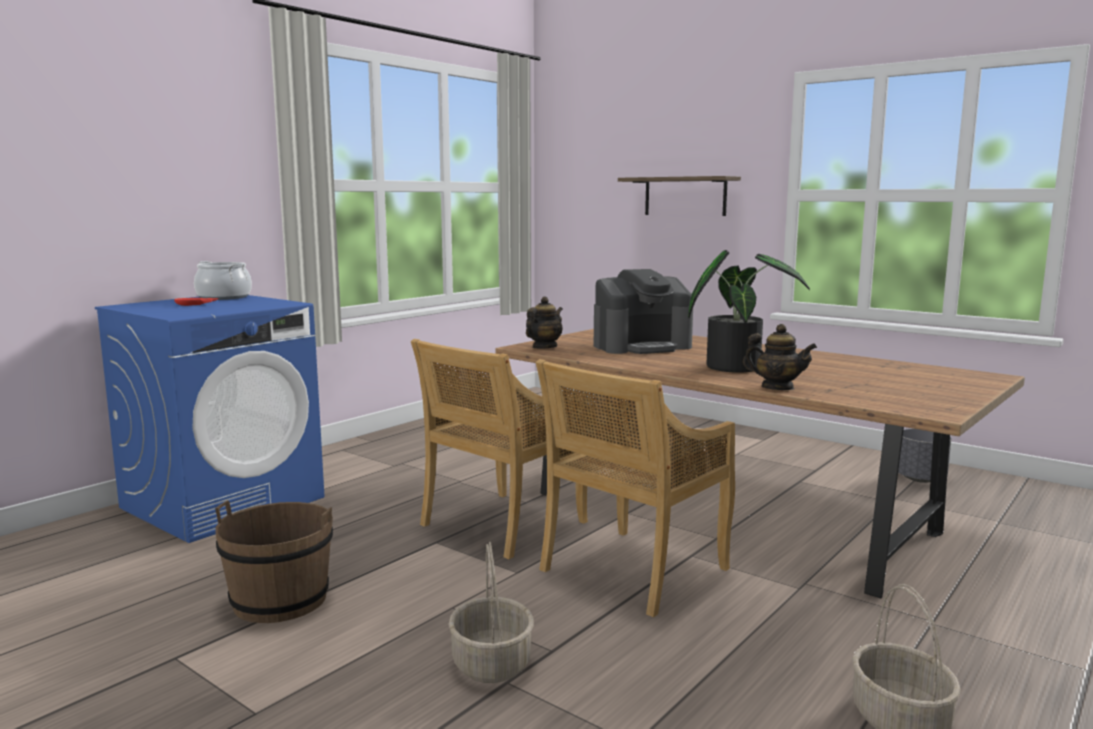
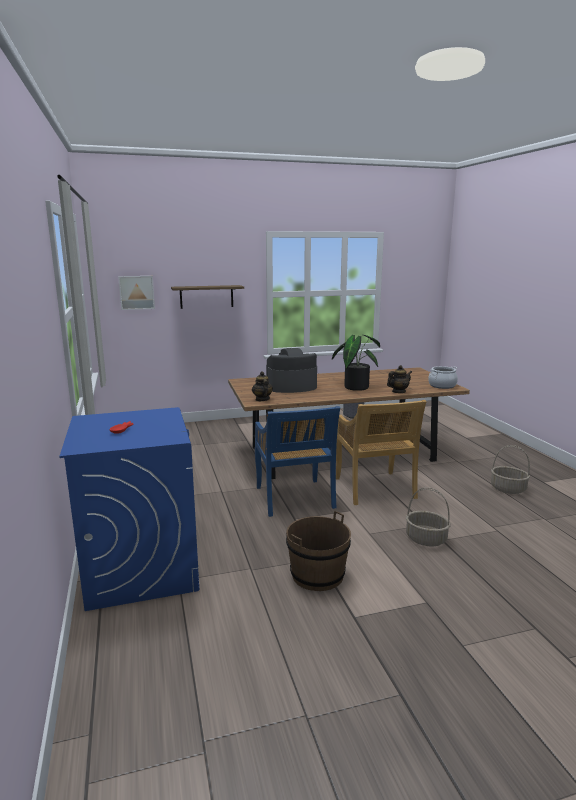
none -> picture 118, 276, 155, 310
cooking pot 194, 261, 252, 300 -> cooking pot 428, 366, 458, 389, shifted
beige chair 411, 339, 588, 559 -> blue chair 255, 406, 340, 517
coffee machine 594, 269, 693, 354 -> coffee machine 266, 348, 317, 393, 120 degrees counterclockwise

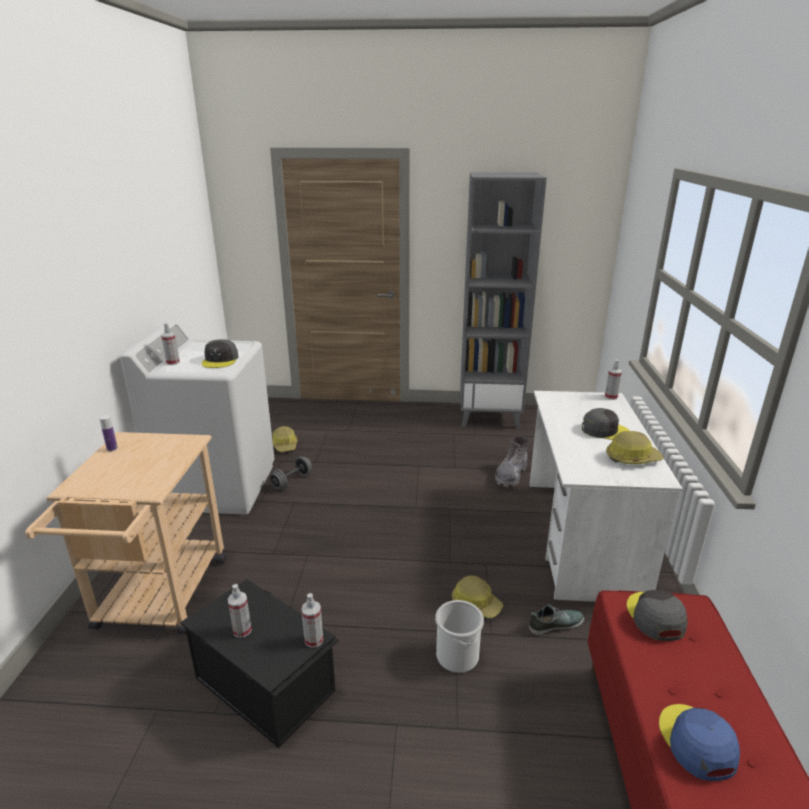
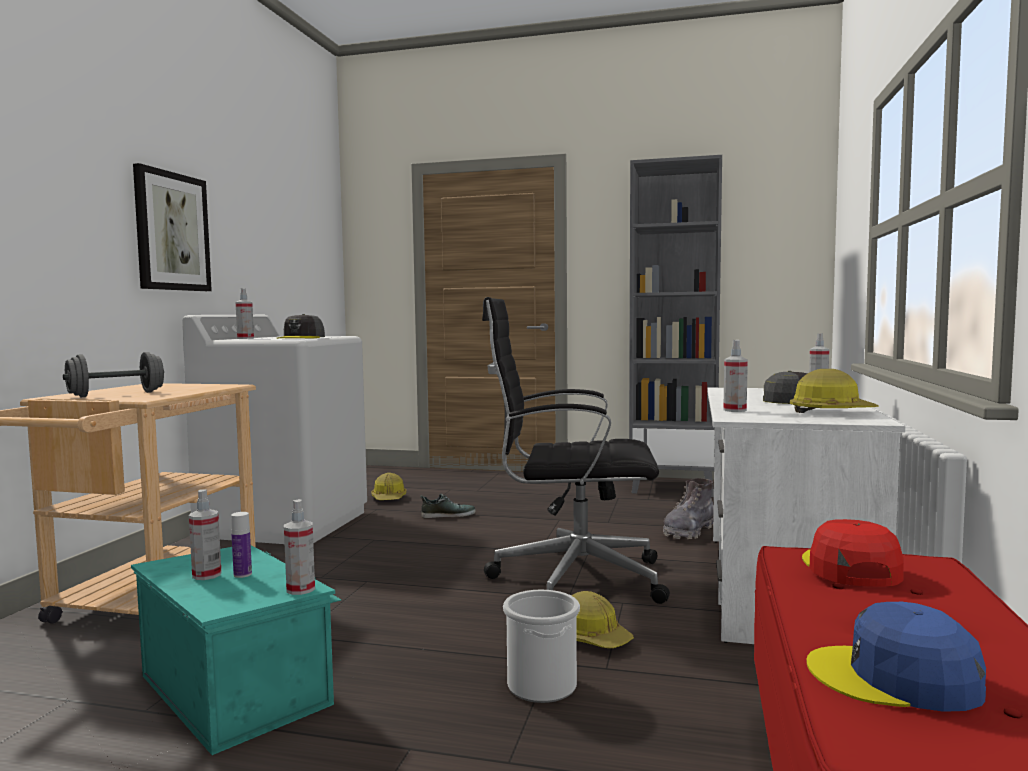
none -> picture 133, 163, 212, 291
none -> black office chair 482, 297, 670, 604
none -> spray bottle 723, 340, 748, 412
bottle 99, 415, 118, 452 -> bottle 231, 512, 252, 578, shifted
grey dumbbell 270, 456, 312, 489 -> grey dumbbell 63, 352, 164, 397, shifted
shoe 529, 604, 584, 635 -> shoe 420, 494, 476, 518, shifted
black storage box 180, 579, 339, 748 -> turquoise storage box 131, 545, 342, 755
grey cap 627, 590, 688, 641 -> red cap 802, 519, 904, 587
blue cap 659, 704, 740, 781 -> blue cap 806, 602, 986, 712, 75 degrees counterclockwise

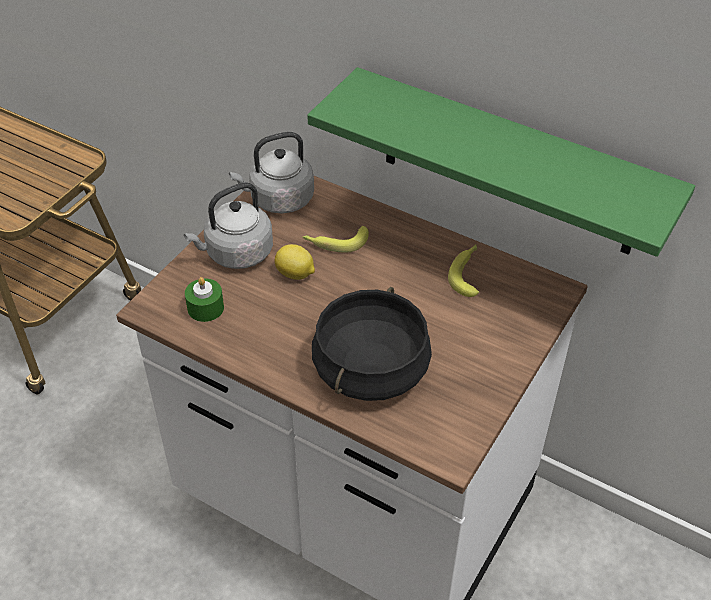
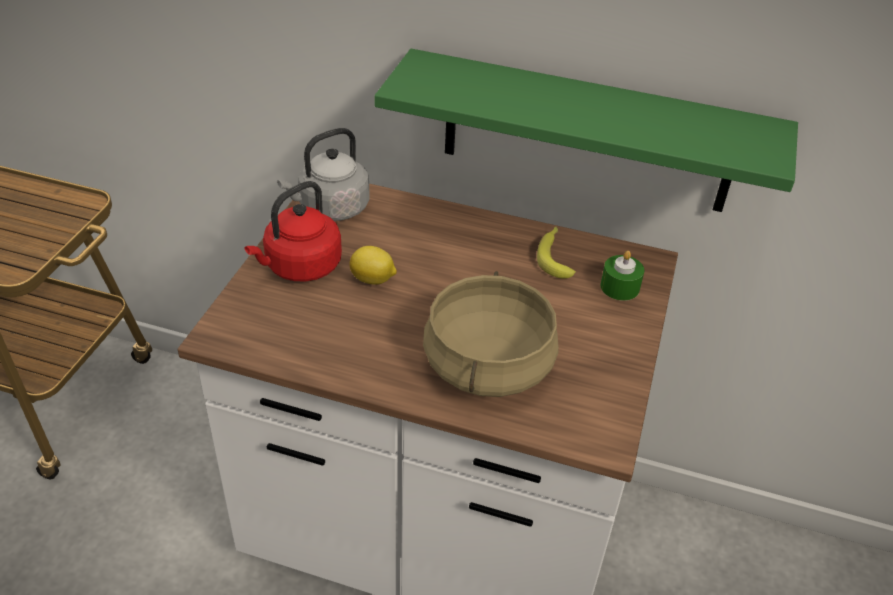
banana 303, 226, 369, 253 -> none
green candle 185, 277, 224, 322 -> green candle 600, 251, 644, 301, shifted
grey kettle 184, 182, 273, 269 -> red kettle 245, 181, 342, 282
black cooking pot 312, 287, 432, 401 -> beige cooking pot 423, 271, 559, 397

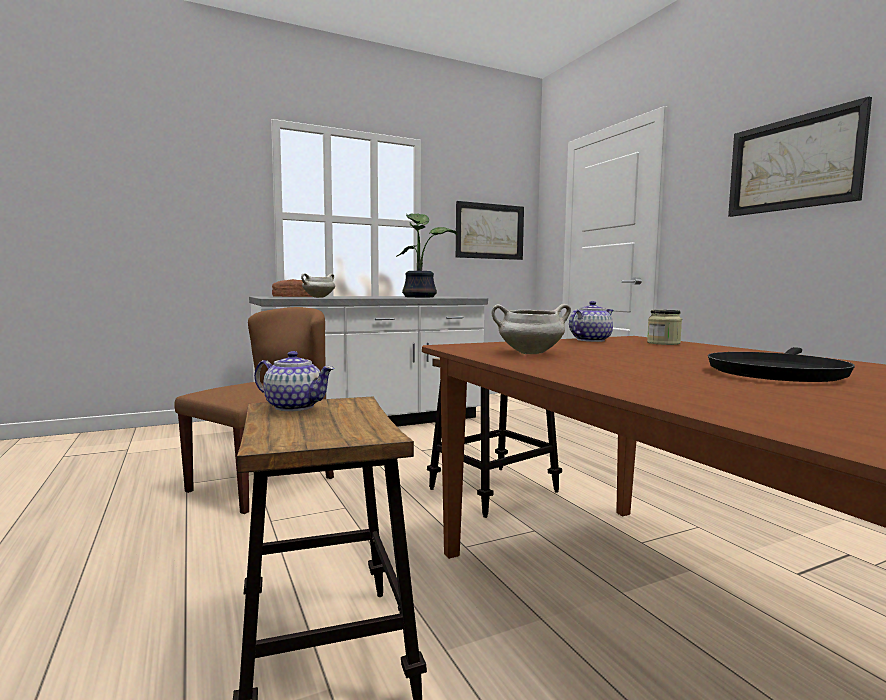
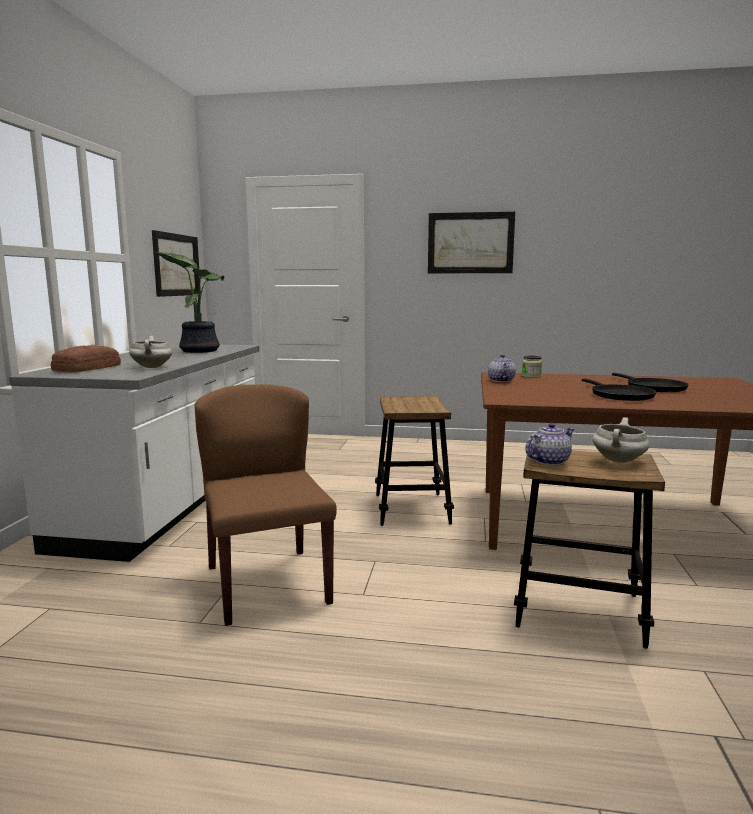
none -> black frying pan 581, 378, 656, 401
white cooking pot 492, 304, 571, 354 -> white cooking pot 592, 417, 649, 463, shifted

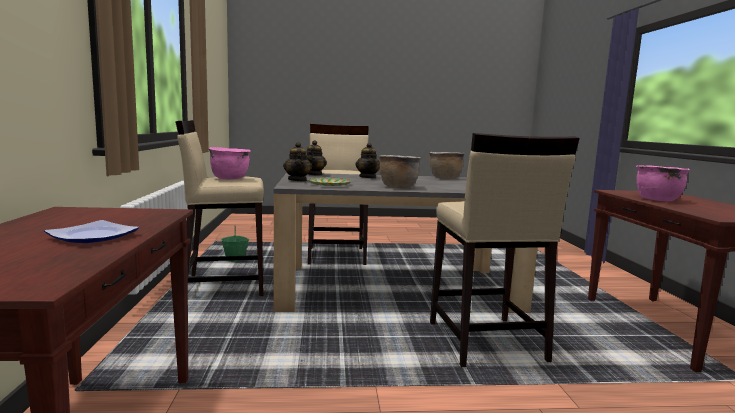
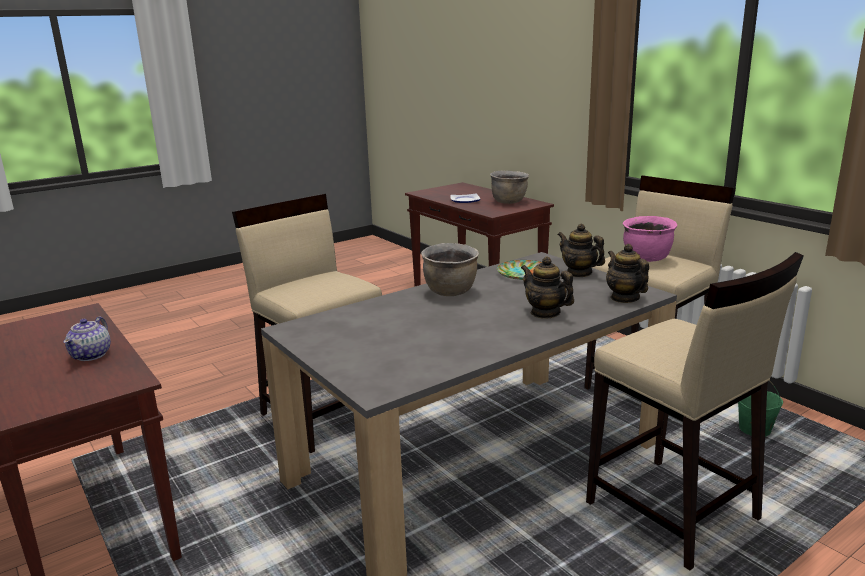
brown cooking pot 429, 152, 465, 179 -> brown cooking pot 490, 171, 529, 204, shifted
pink cooking pot 636, 165, 690, 201 -> teapot 63, 316, 111, 361

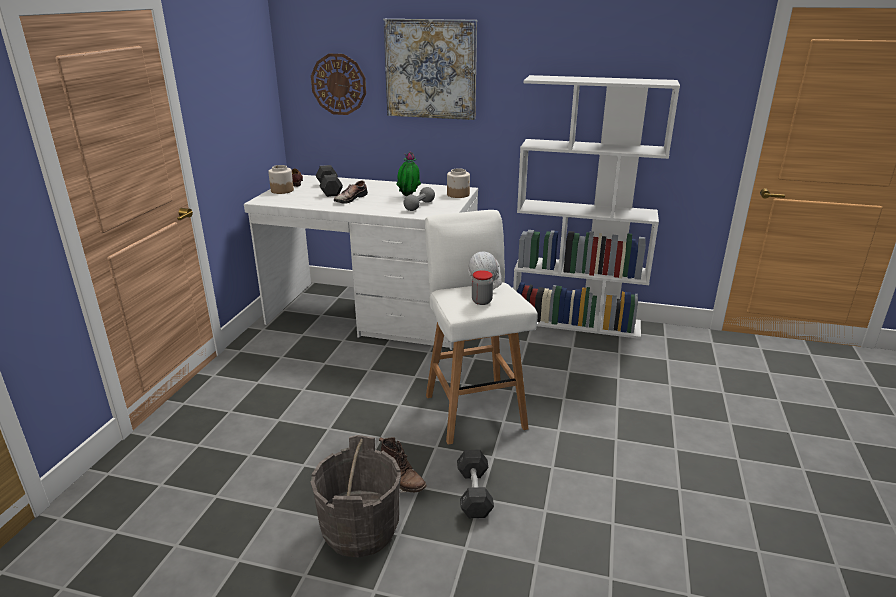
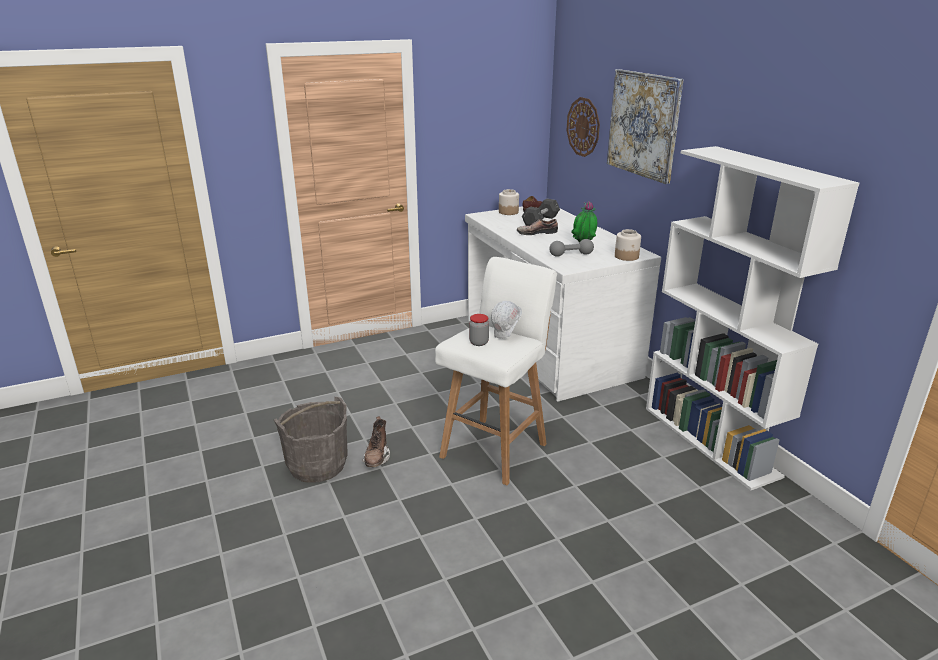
grey dumbbell 457, 450, 494, 518 -> none

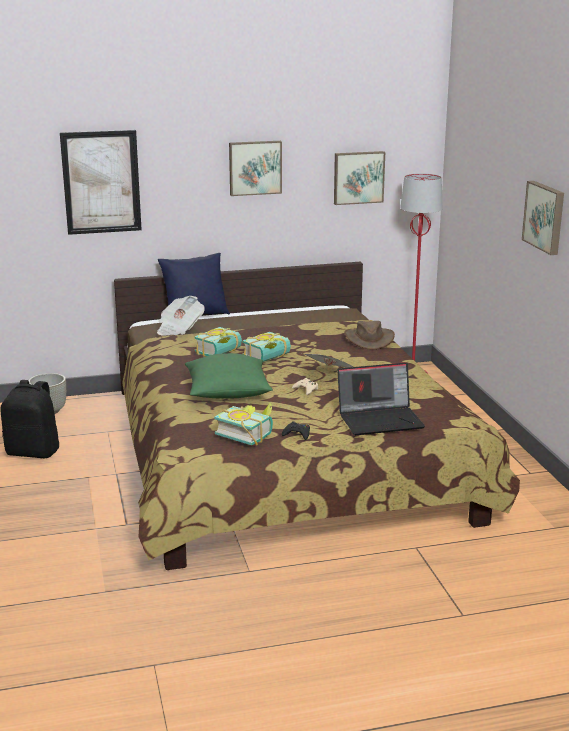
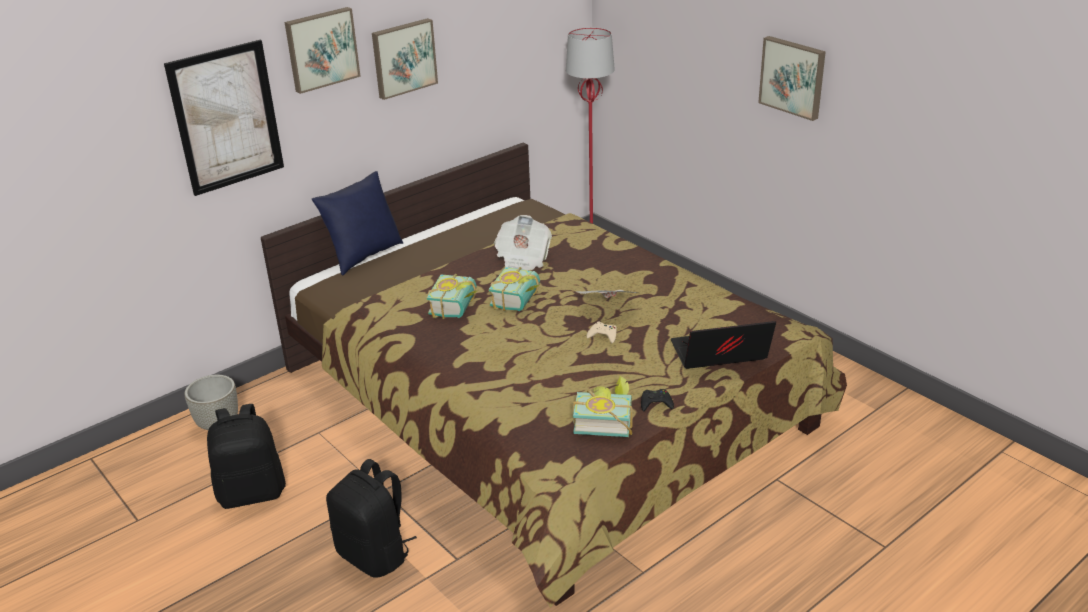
green pillow 185, 353, 273, 399 -> none
brown hat 344, 321, 395, 350 -> none
none -> black backpack 326, 459, 417, 578
newspaper 157, 296, 205, 336 -> newspaper 494, 215, 552, 270, shifted
picture 334, 151, 385, 205 -> picture 285, 7, 361, 94, shifted
laptop 337, 362, 425, 435 -> laptop 671, 321, 776, 369, 150 degrees counterclockwise

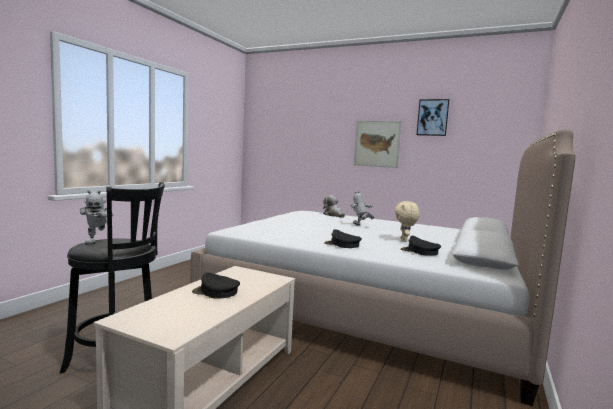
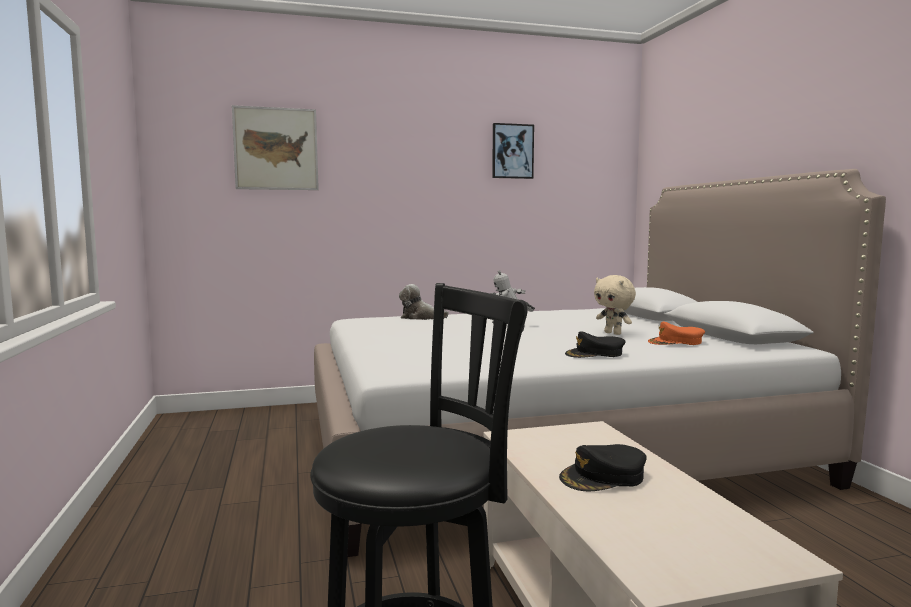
toy robot 80, 190, 113, 245 -> none
picture 354, 121, 402, 168 -> picture 232, 105, 319, 190, shifted
black cap 401, 236, 441, 256 -> orange cap 648, 322, 705, 345

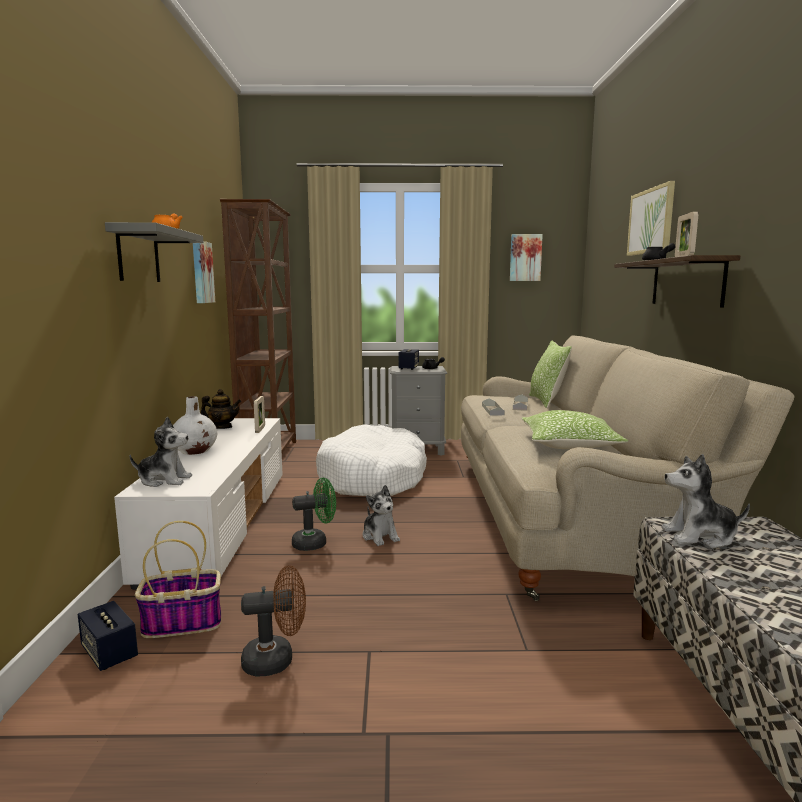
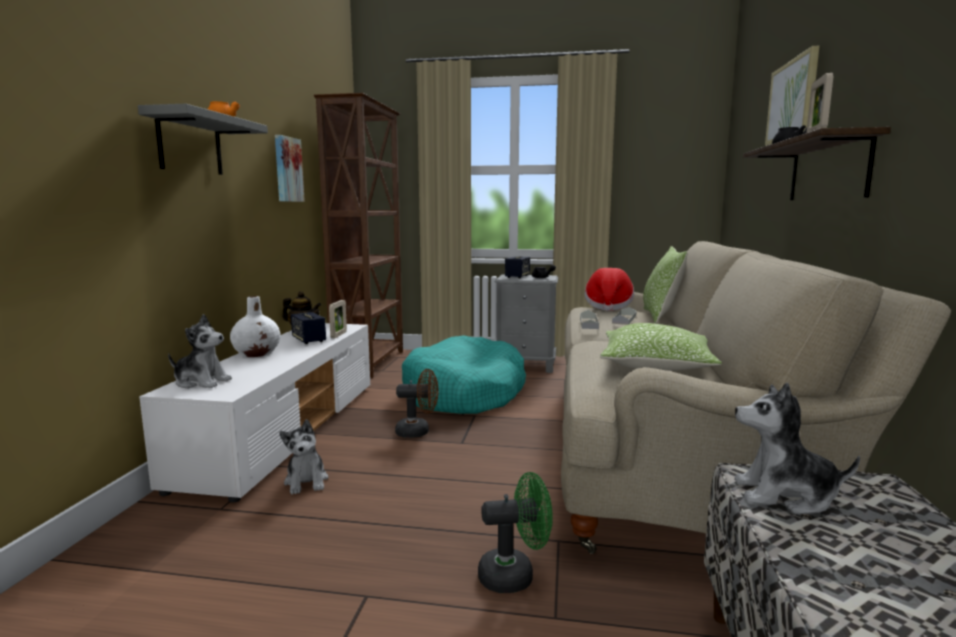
basket 135, 521, 222, 638 -> none
picture 510, 234, 543, 281 -> none
none -> hat 585, 268, 634, 311
speaker 78, 601, 138, 671 -> speaker 291, 312, 326, 344, shifted
brown fan 241, 565, 306, 677 -> brown fan 395, 369, 439, 438, shifted
green fan 292, 478, 336, 551 -> green fan 478, 472, 553, 593, shifted
plush toy 362, 485, 400, 546 -> plush toy 279, 419, 328, 494, shifted
white dog bed 316, 424, 427, 496 -> turquoise dog bed 402, 335, 526, 414

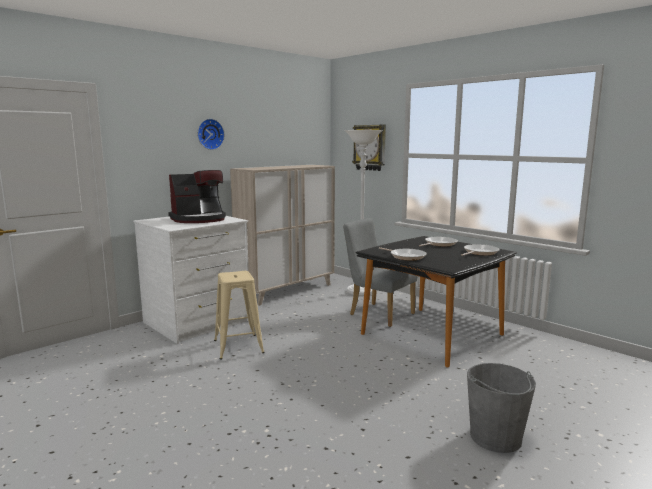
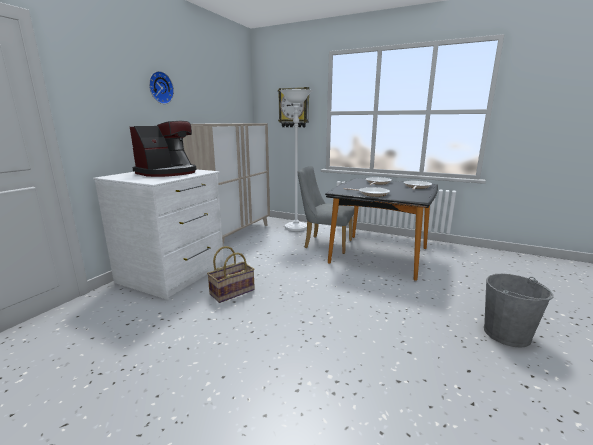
beige stool 214, 271, 265, 359 -> basket 207, 246, 255, 303

